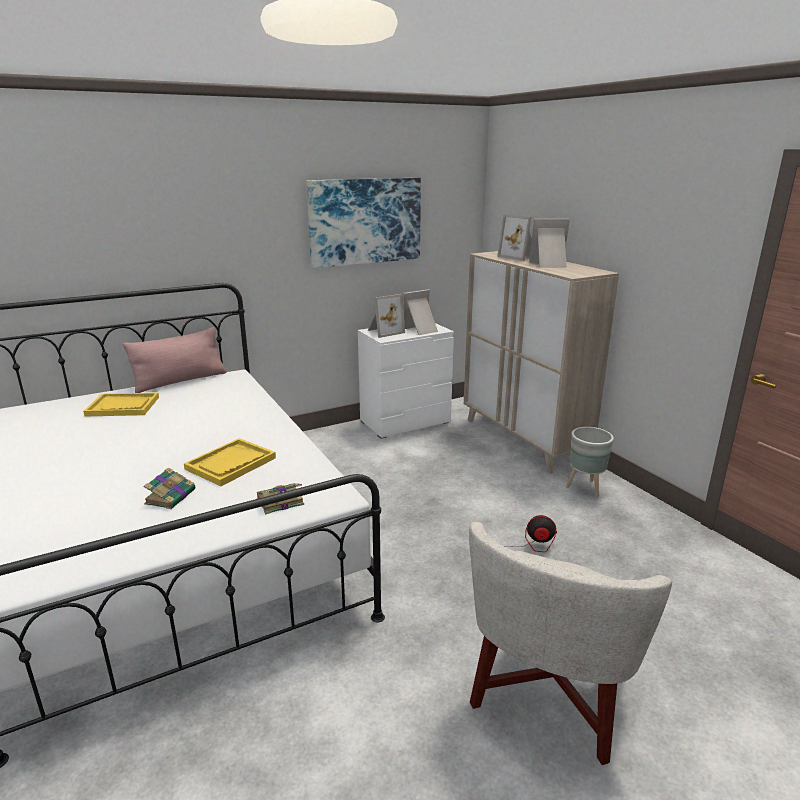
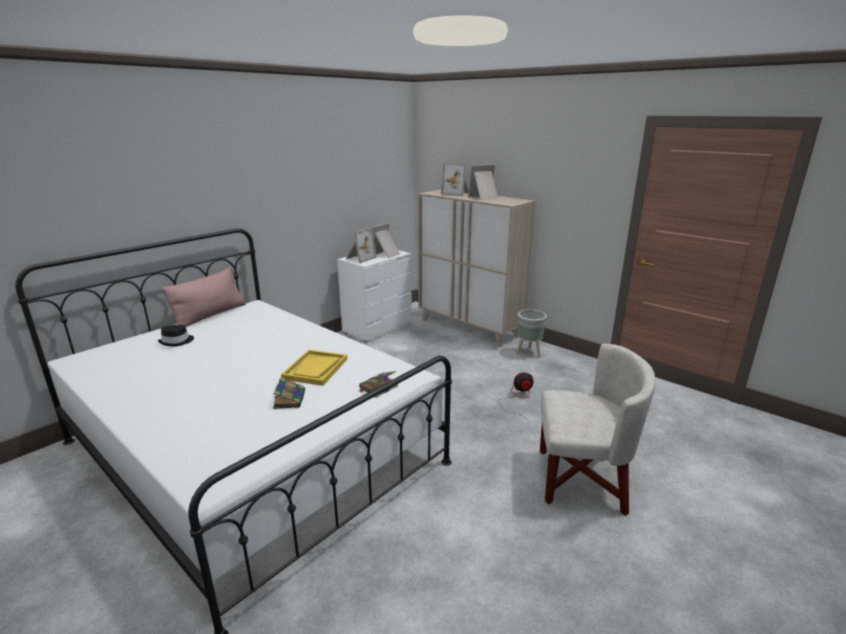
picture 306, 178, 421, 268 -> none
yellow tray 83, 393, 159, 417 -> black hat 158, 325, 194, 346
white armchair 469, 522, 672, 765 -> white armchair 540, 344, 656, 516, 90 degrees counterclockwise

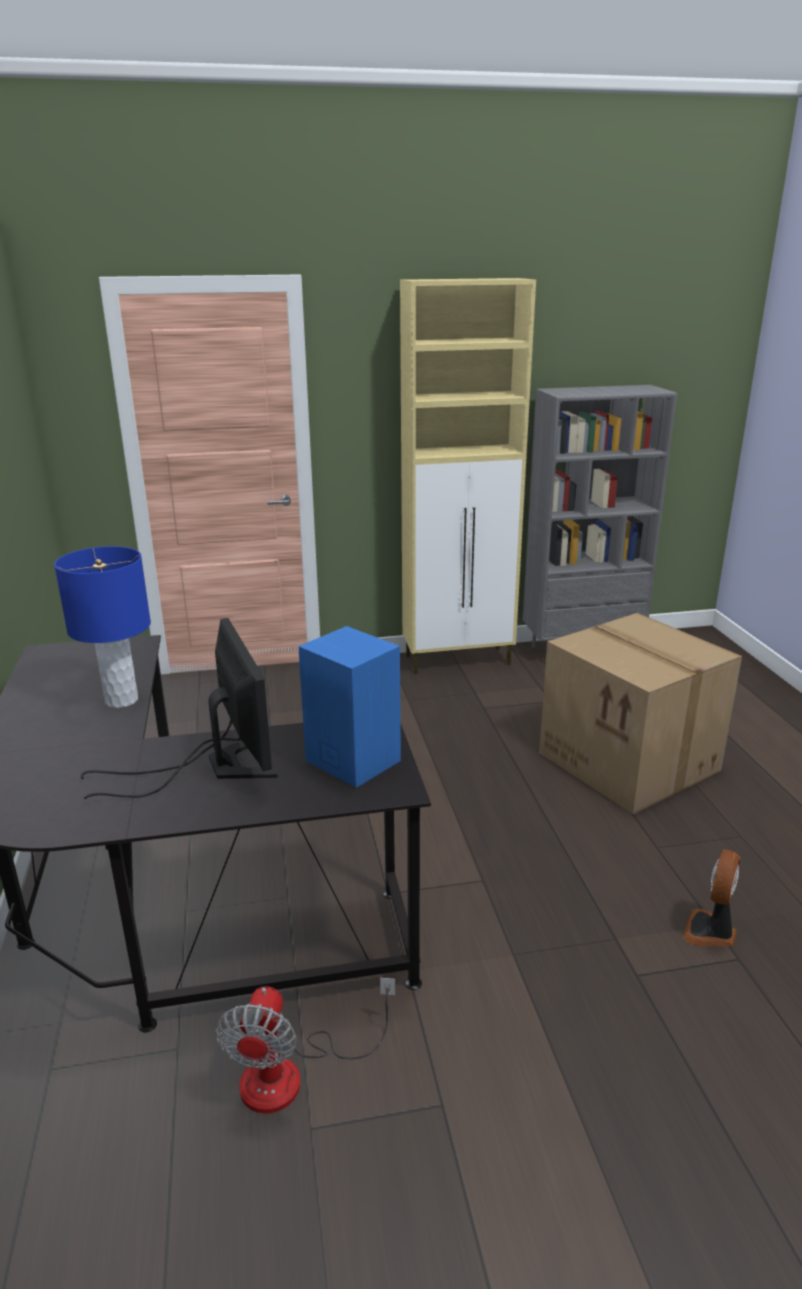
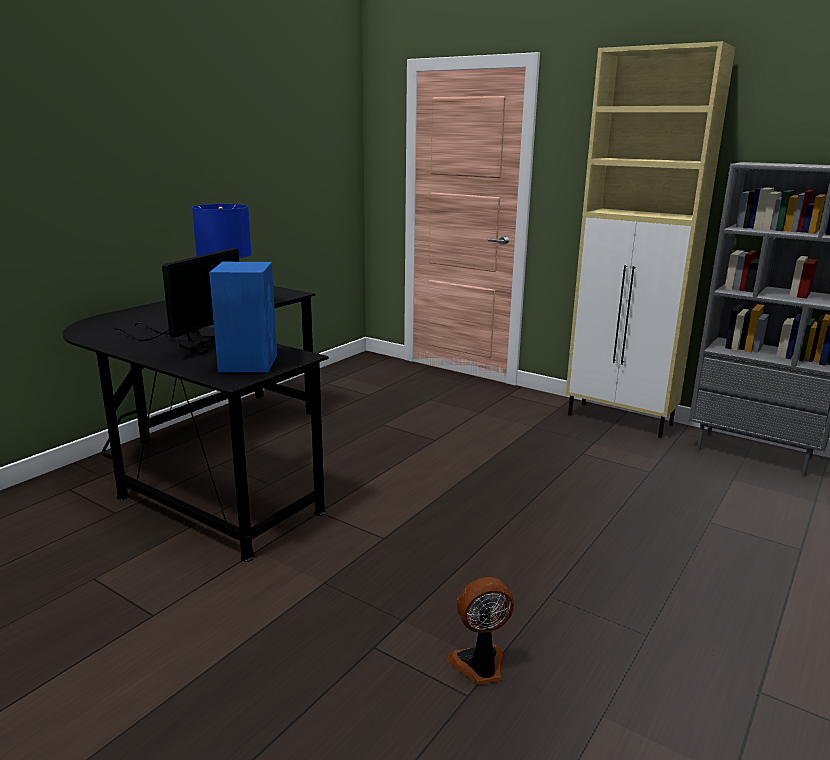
fan 216, 978, 395, 1114 -> none
cardboard box 539, 613, 742, 814 -> none

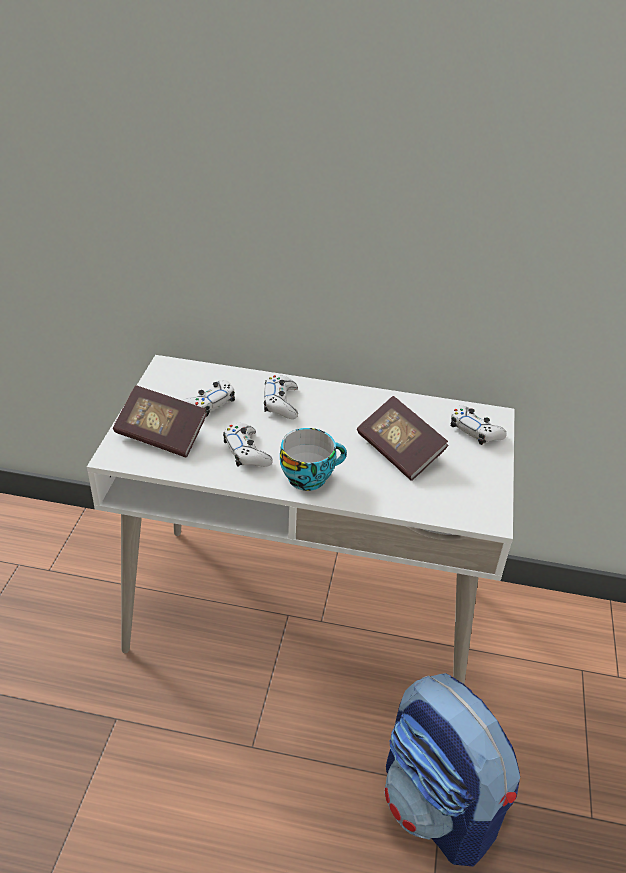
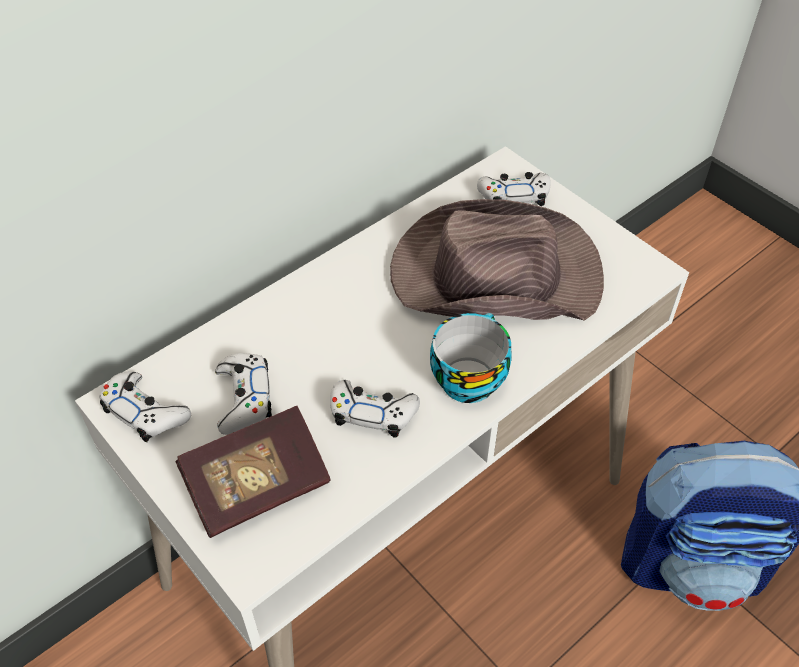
white game controller 264, 375, 298, 419 -> white game controller 99, 371, 191, 442, shifted
book 357, 396, 449, 481 -> brown hat 390, 199, 604, 321

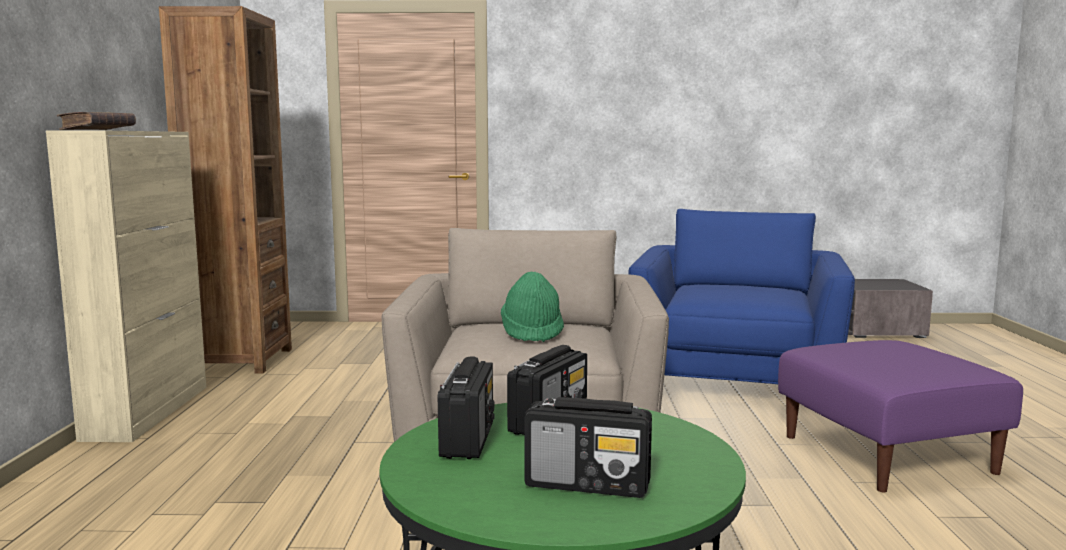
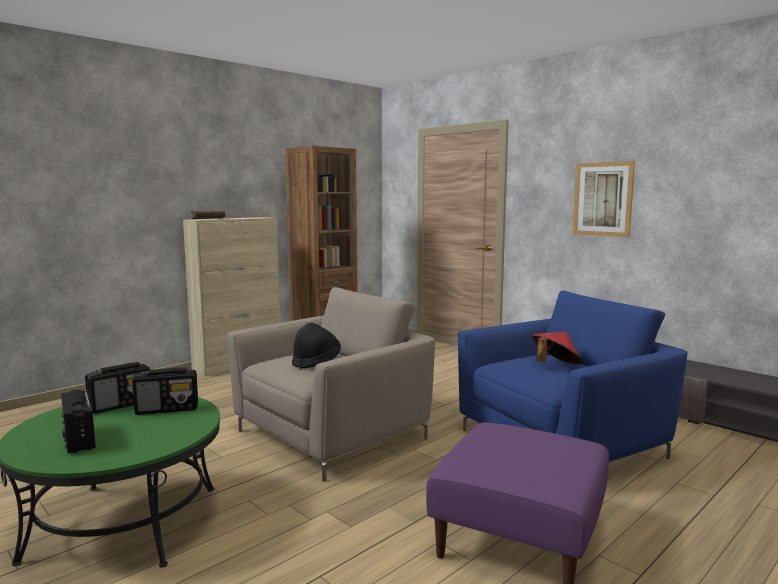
none -> red hat 532, 332, 582, 364
none -> picture 573, 161, 635, 237
green hat 501, 271, 564, 342 -> black hat 292, 322, 341, 369

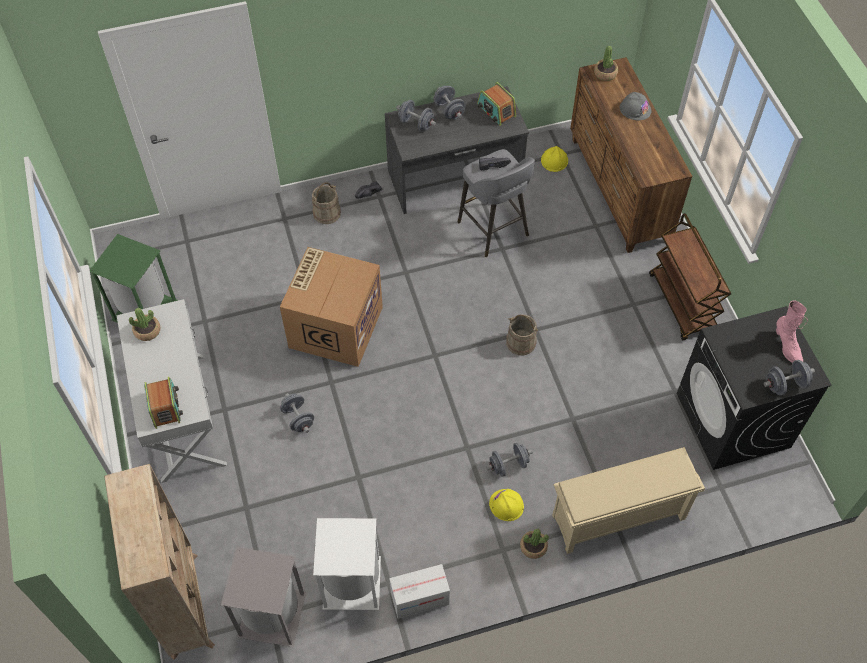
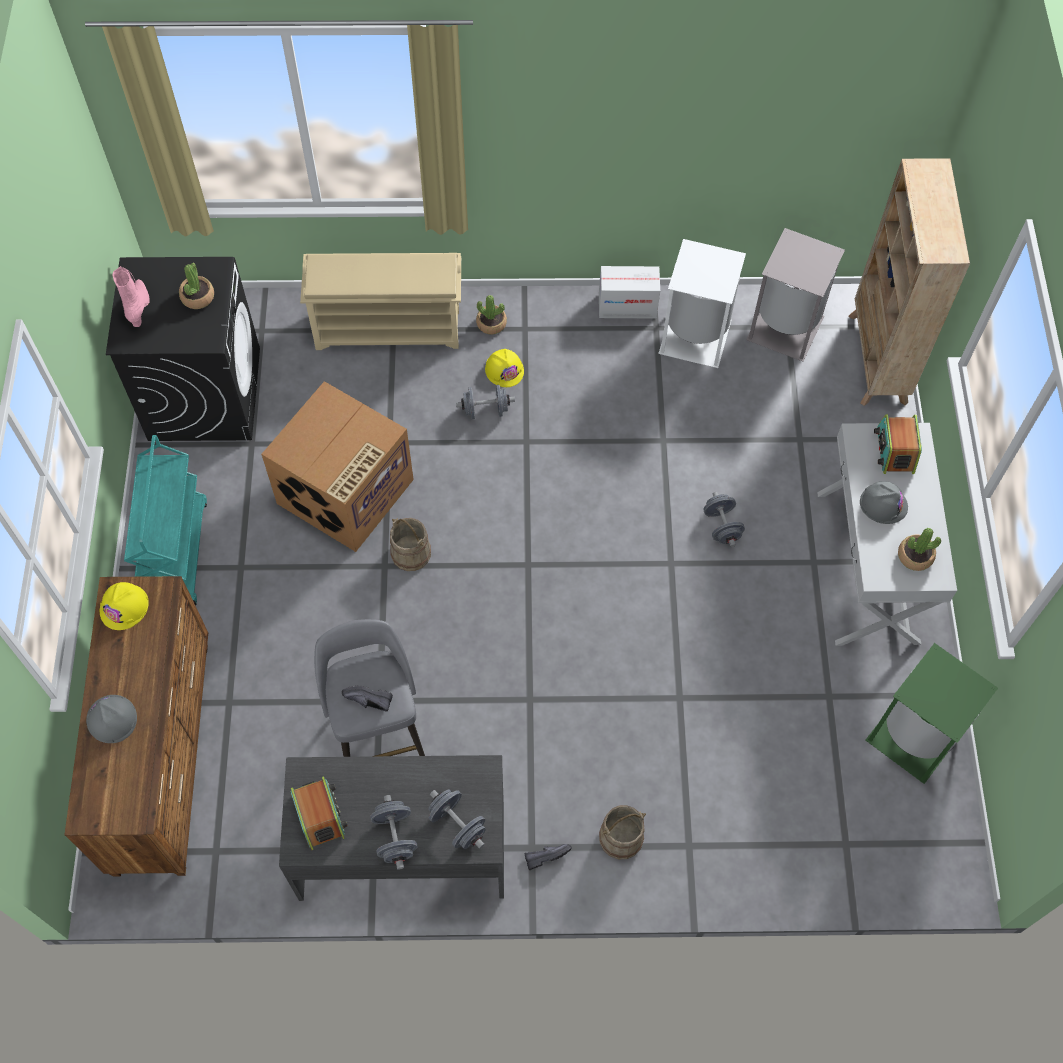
grey dumbbell 764, 360, 815, 395 -> none
none -> grey hard hat 860, 481, 908, 524
cardboard box 280, 247, 383, 367 -> cardboard box 261, 381, 414, 552, shifted
yellow hard hat 541, 146, 568, 172 -> yellow hard hat 100, 582, 149, 630, shifted
potted plant 594, 46, 618, 81 -> potted plant 179, 263, 214, 309, shifted
brown cart 649, 213, 731, 340 -> turquoise cart 124, 435, 207, 606

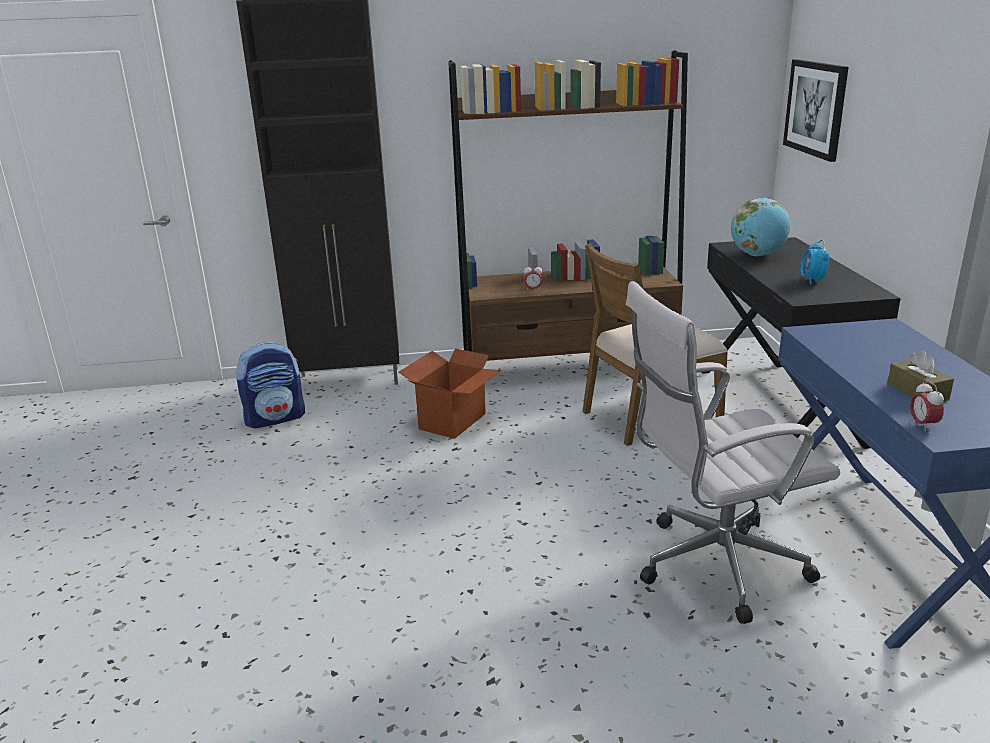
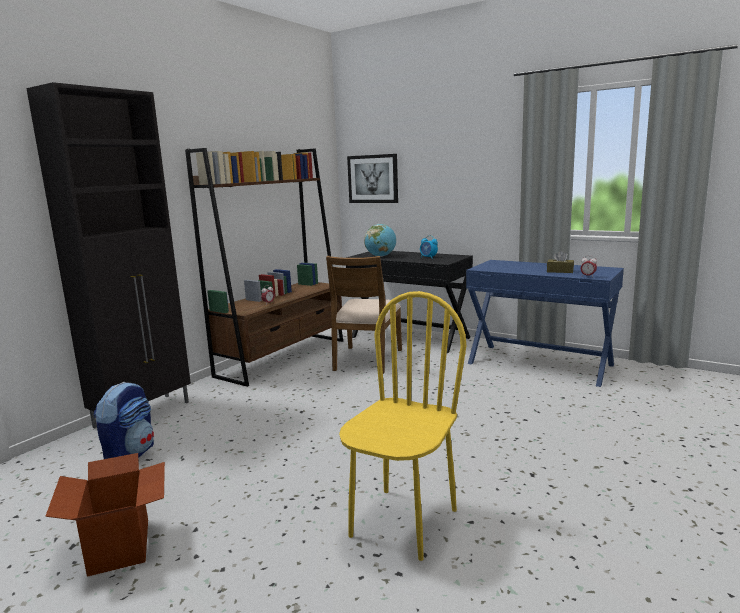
white office chair 626, 281, 840, 624 -> none
none -> yellow chair 339, 291, 466, 561
cardboard box 399, 348, 501, 439 -> cardboard box 45, 453, 165, 577, shifted

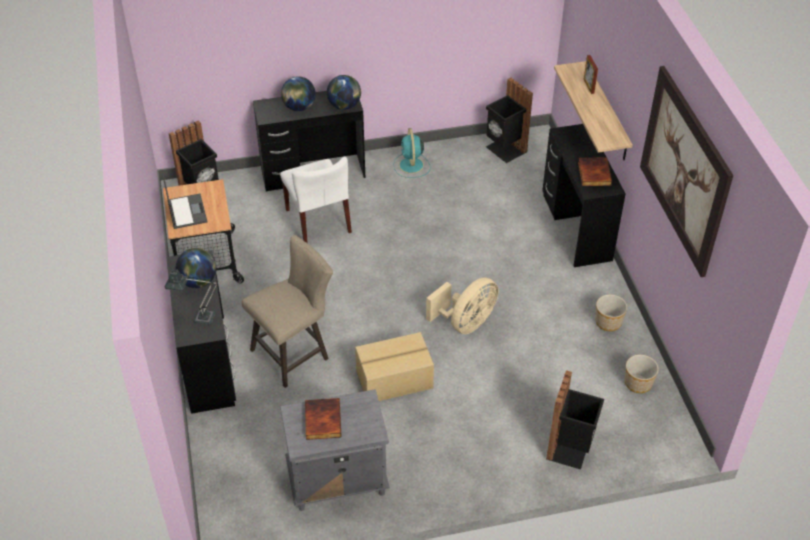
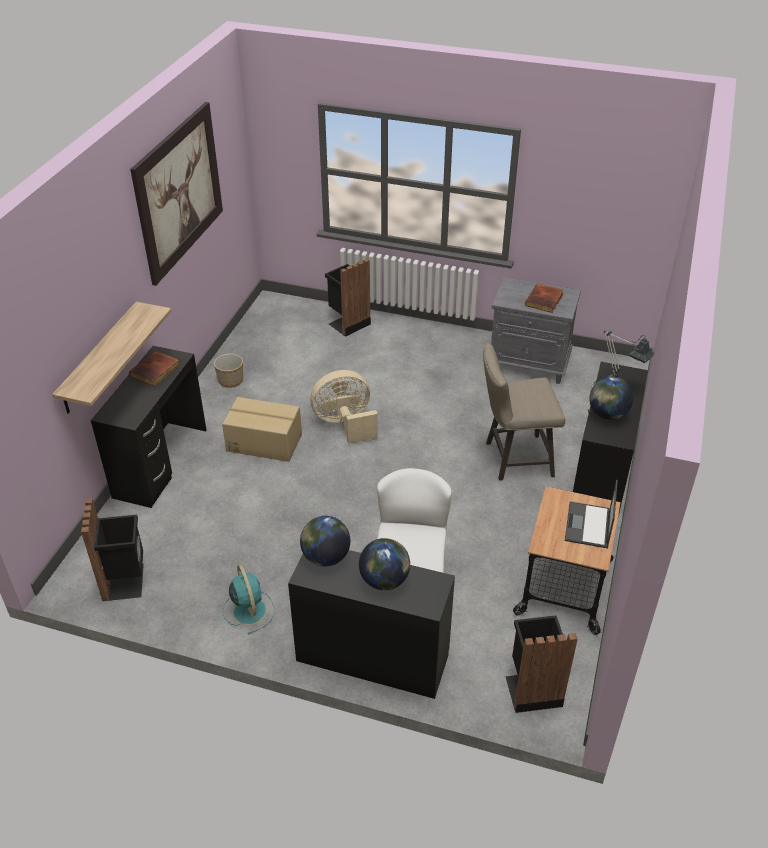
picture frame 584, 55, 598, 94 -> none
planter 625, 355, 659, 393 -> none
cardboard box 355, 332, 434, 401 -> cardboard box 222, 397, 302, 462, shifted
turquoise fan 393, 128, 431, 178 -> turquoise fan 222, 565, 275, 635, 45 degrees counterclockwise

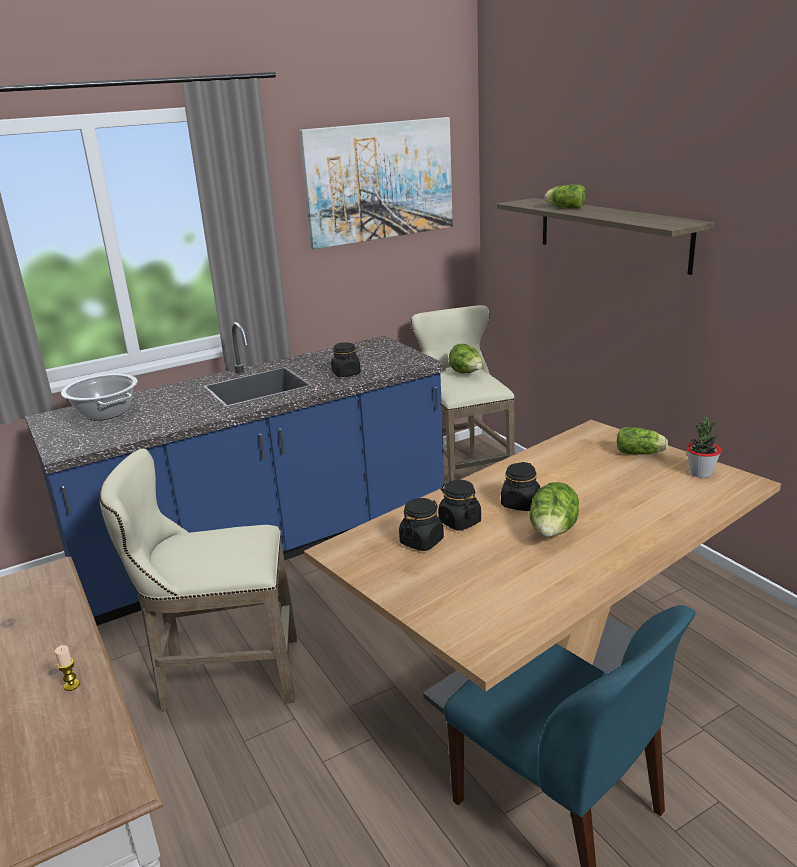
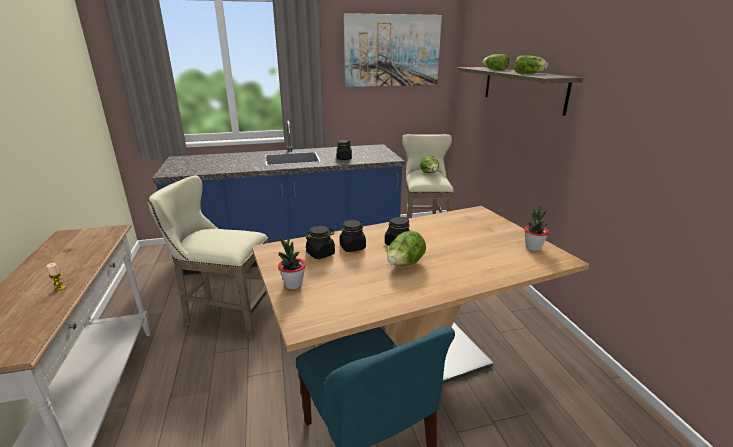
cooking pot 61, 374, 138, 421 -> none
none -> potted plant 278, 235, 306, 289
lettuce 617, 427, 668, 454 -> lettuce 515, 55, 548, 74, shifted

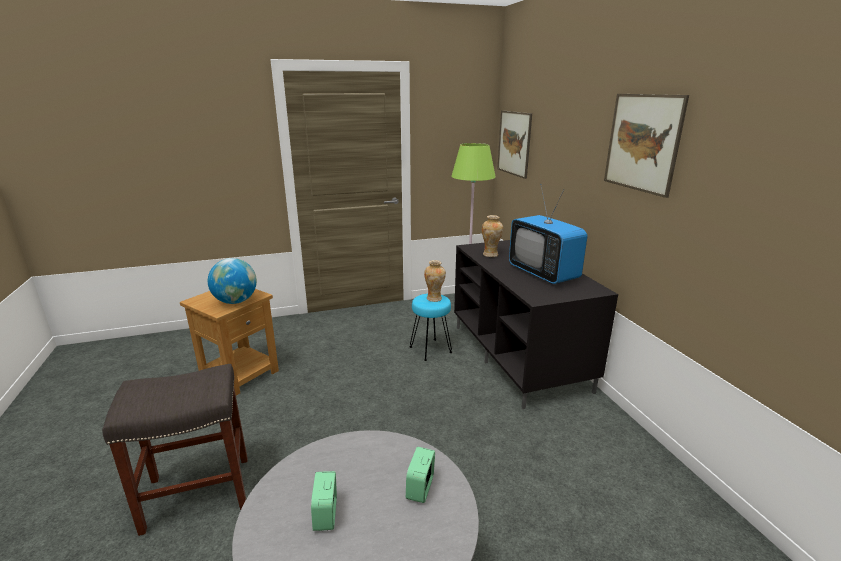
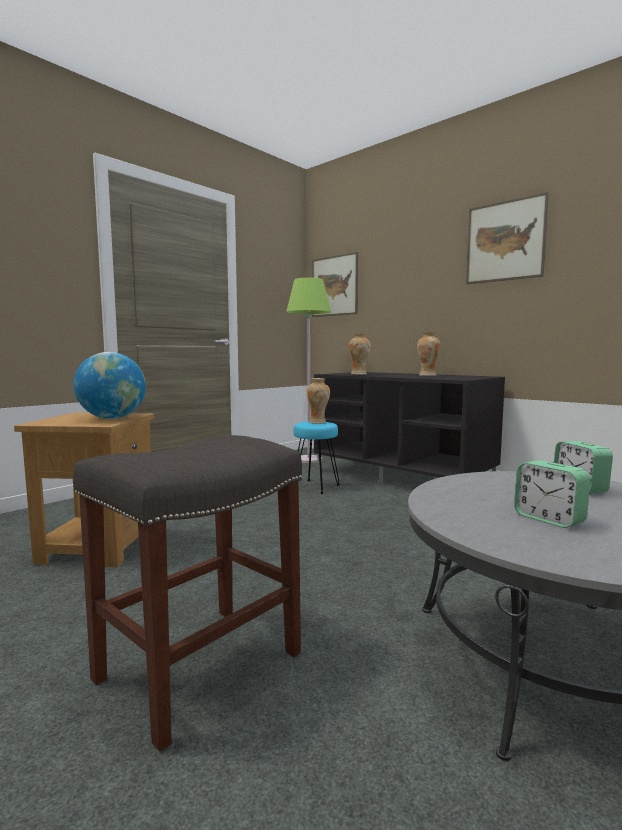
television 509, 184, 587, 284 -> vase 417, 332, 441, 376

